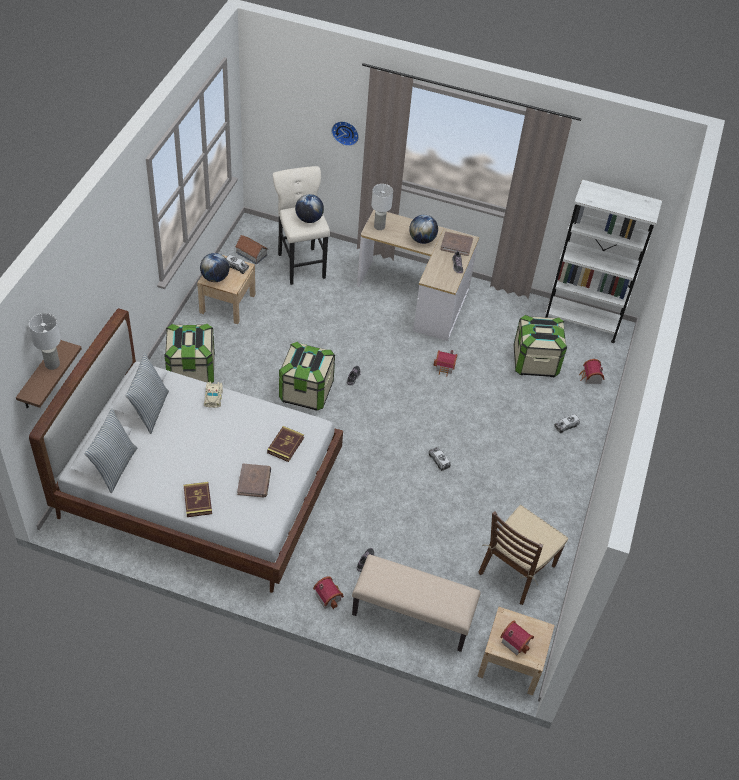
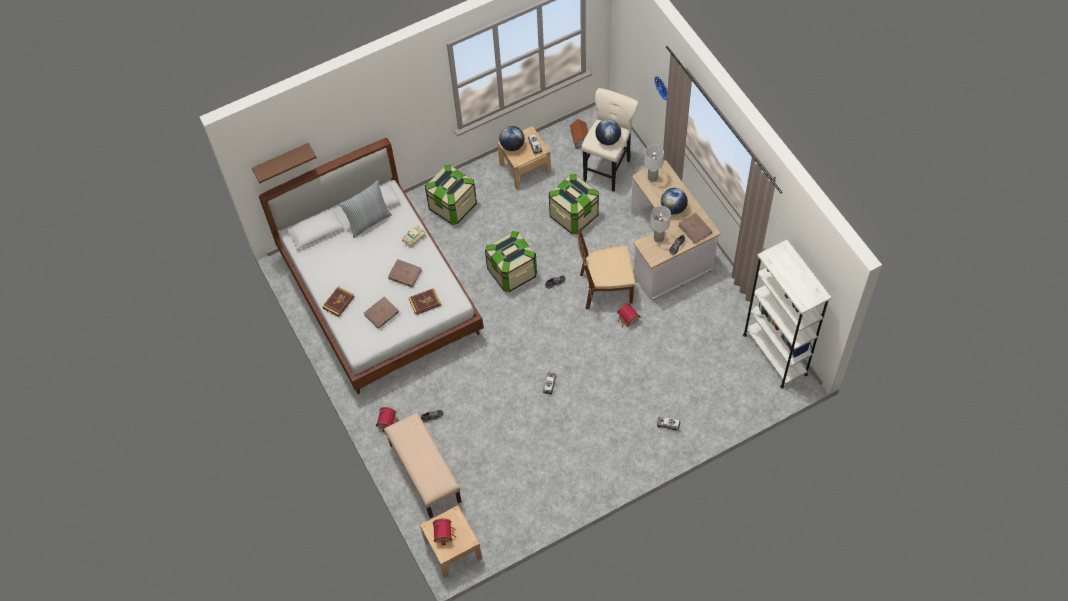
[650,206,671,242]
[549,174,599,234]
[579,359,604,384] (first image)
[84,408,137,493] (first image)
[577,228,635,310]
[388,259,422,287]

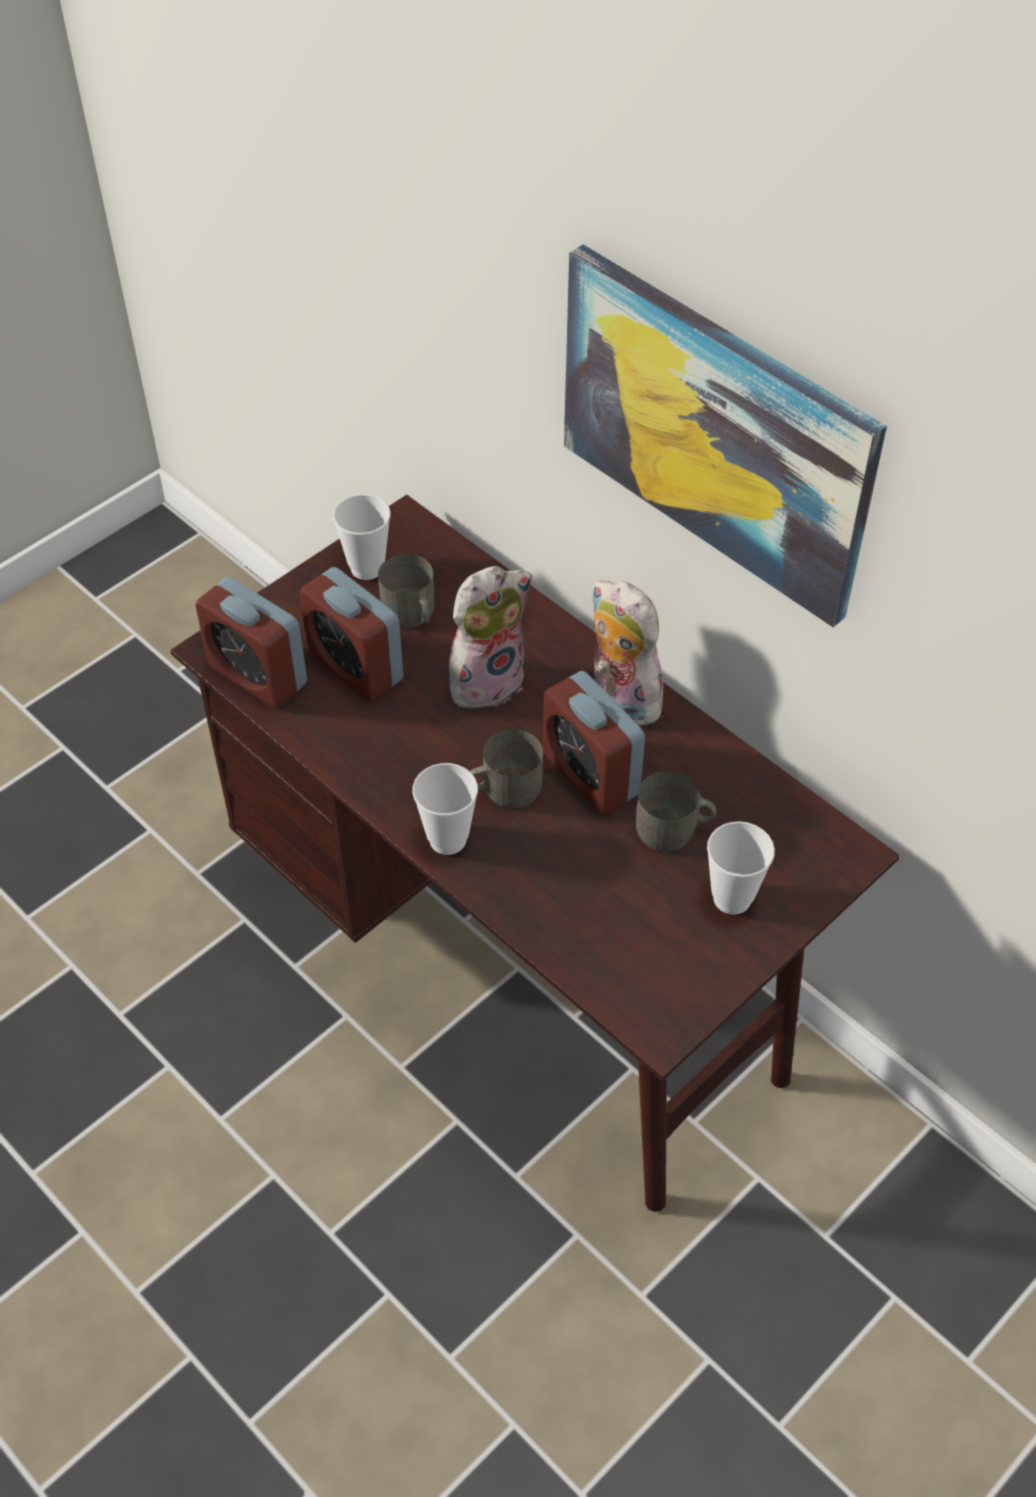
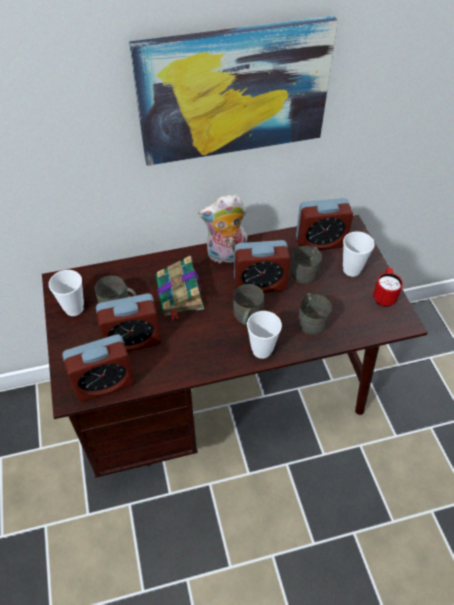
[156,255,204,321]
[296,198,353,250]
[373,268,403,307]
[298,293,332,335]

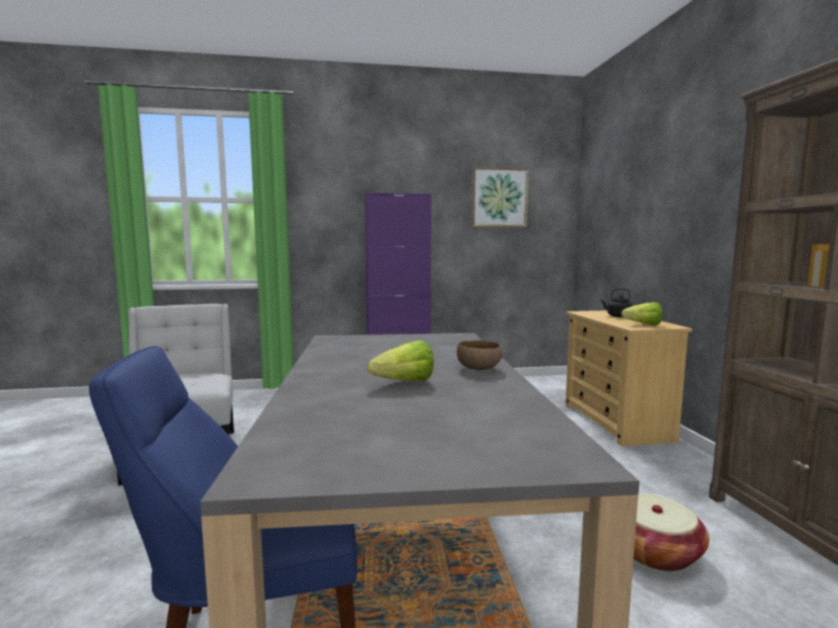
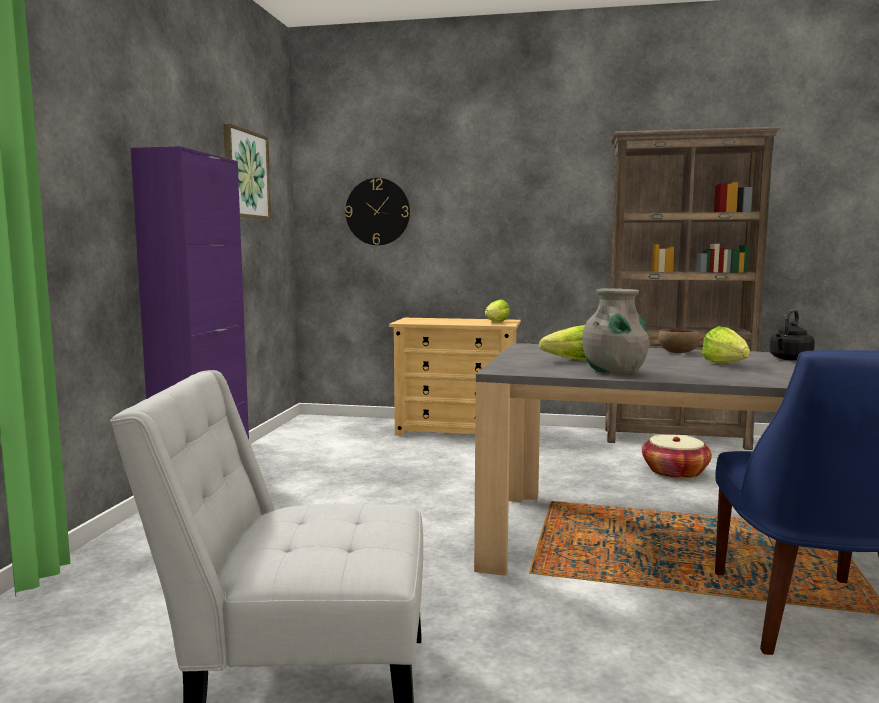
[770,310,815,361]
[345,178,410,245]
[582,288,650,374]
[539,325,587,361]

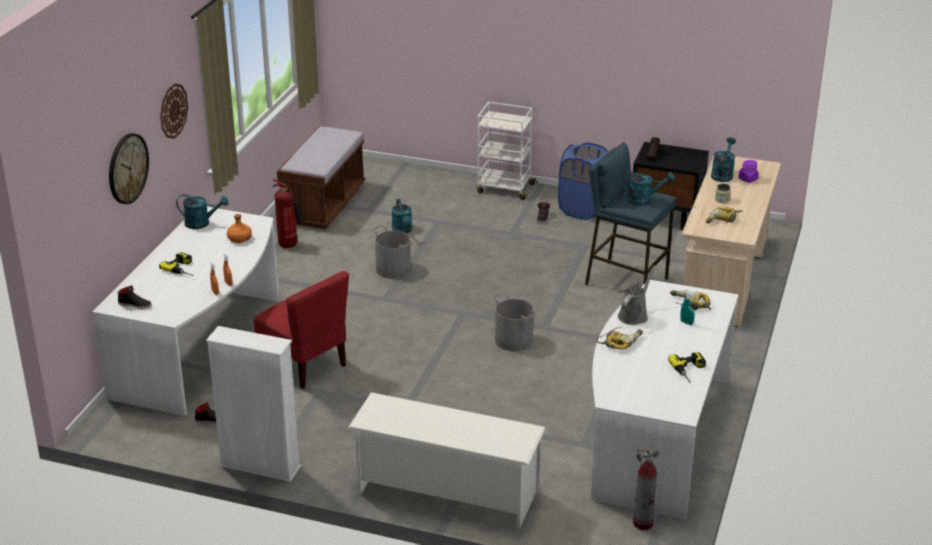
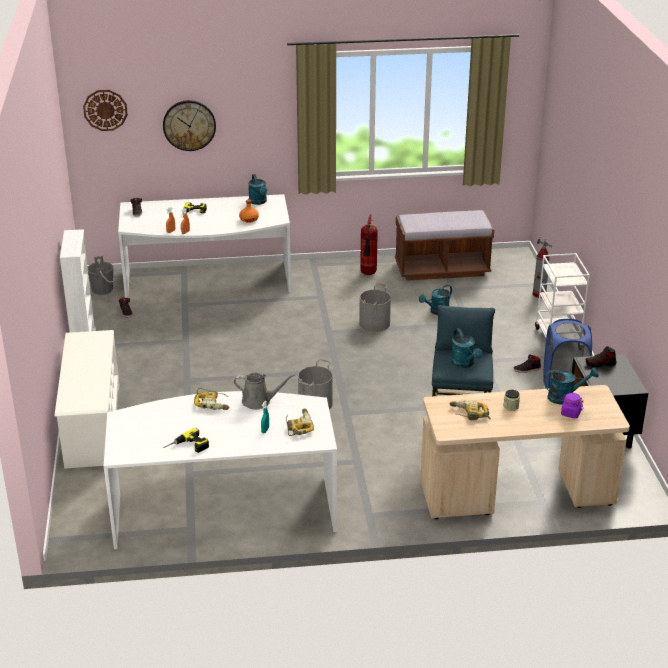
[83,90,128,131]
[254,271,349,389] (first image)
[533,237,552,298]
[88,256,115,295]

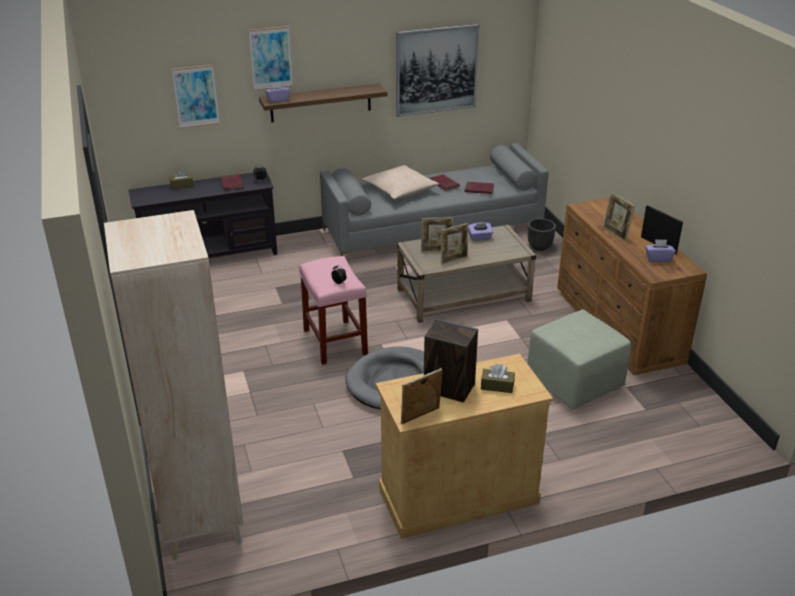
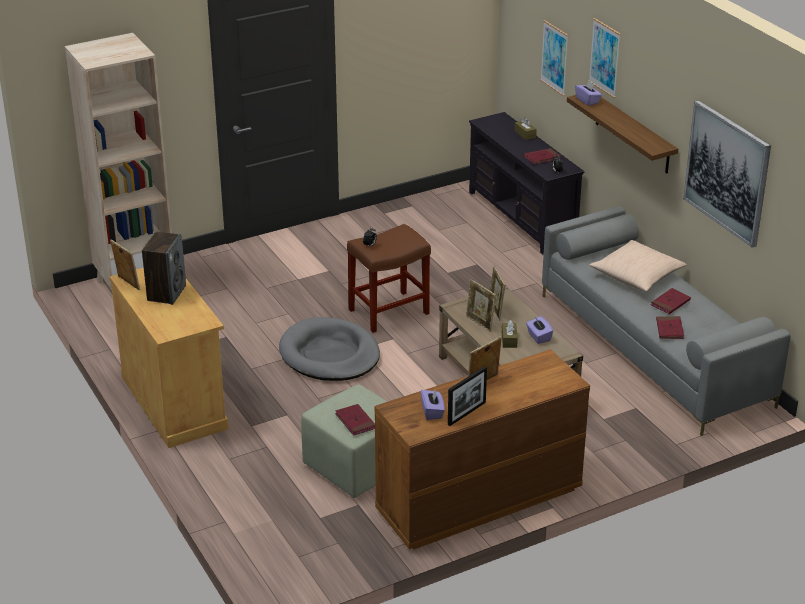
[528,219,556,251] (first image)
[347,224,431,333]
[502,320,518,348]
[335,404,375,436]

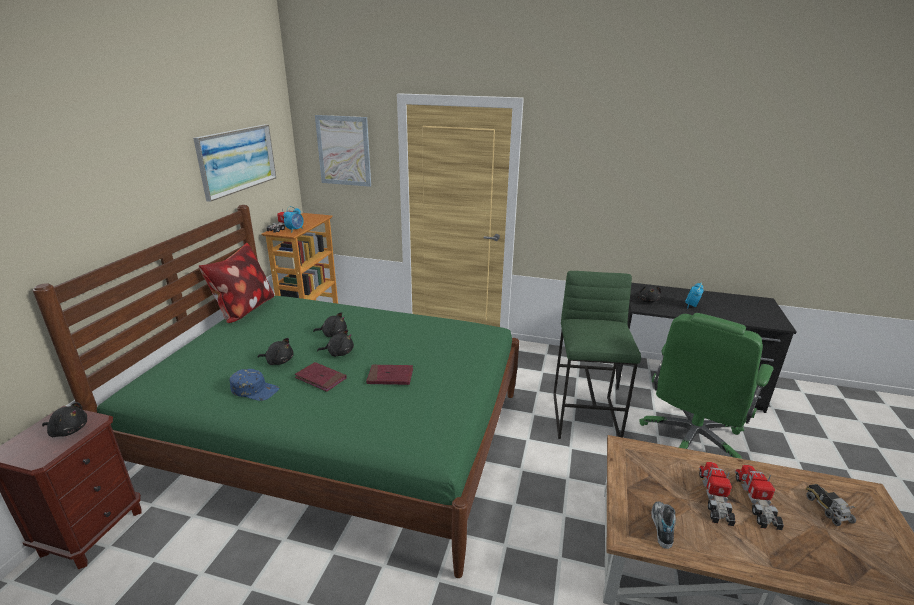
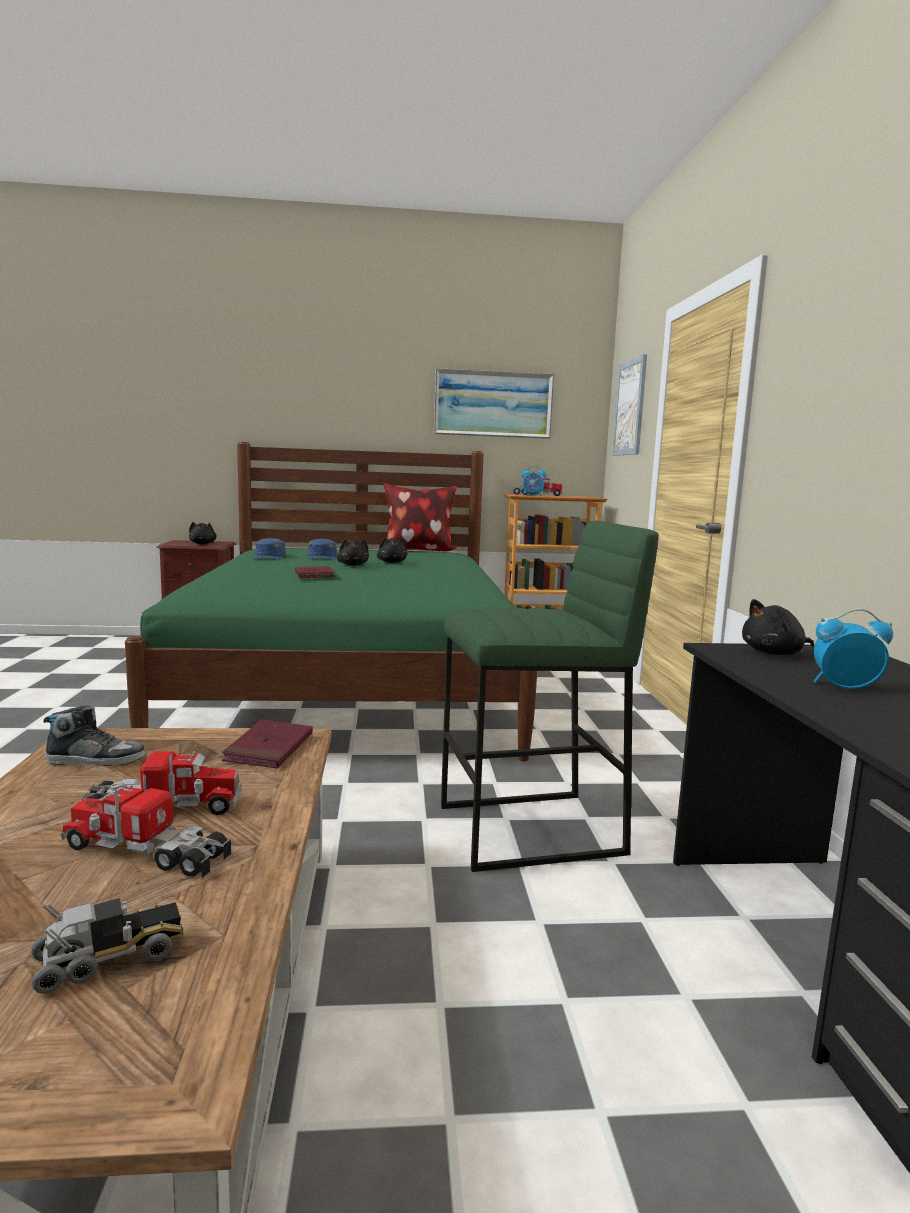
[639,313,773,459] (first image)
[308,539,337,560]
[222,719,313,769]
[61,774,231,878]

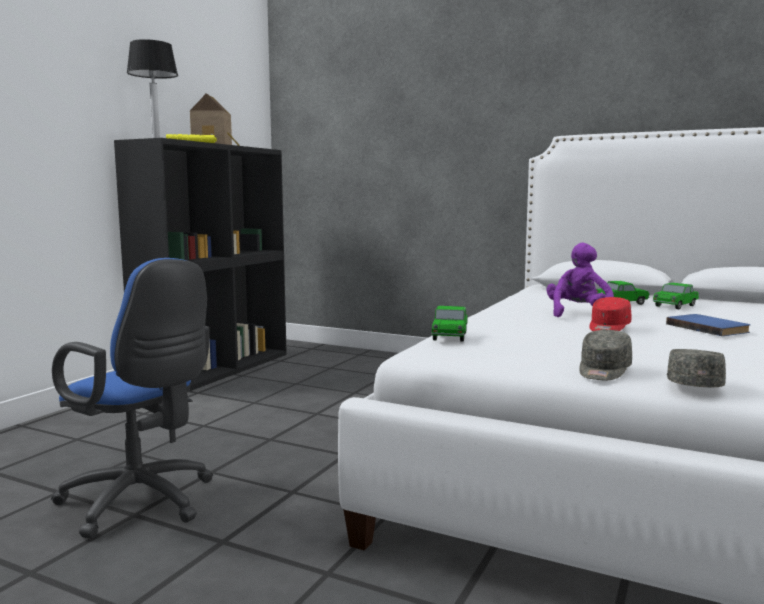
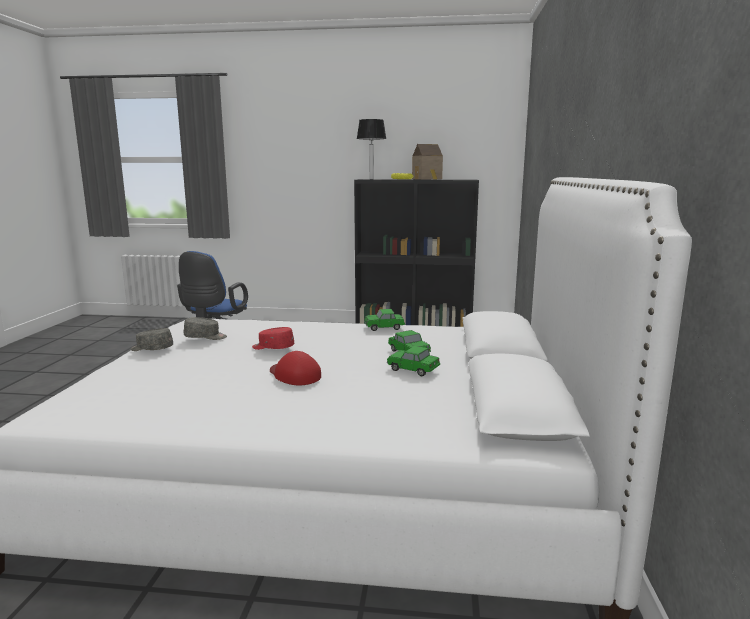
[546,243,614,317] (first image)
[364,309,405,331]
[270,351,321,385]
[184,317,227,340]

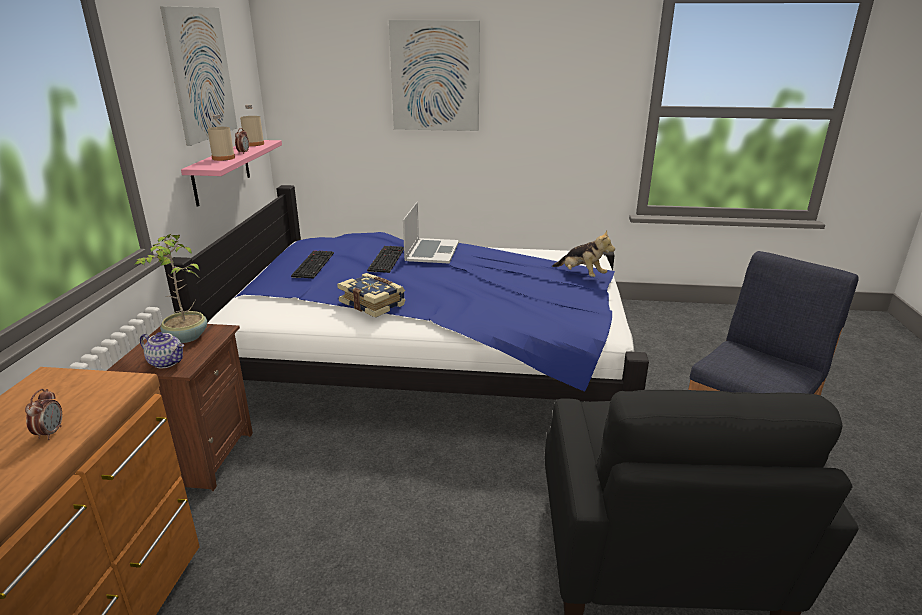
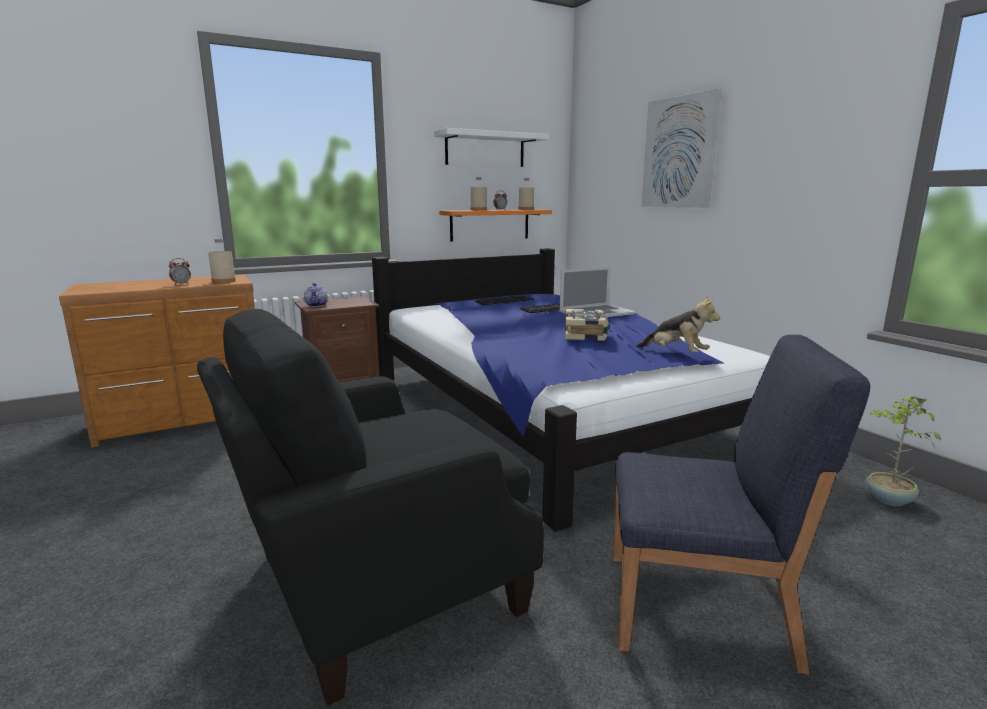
[434,128,549,167]
[439,209,552,241]
[636,296,720,353]
[865,396,941,506]
[565,309,609,341]
[208,239,236,283]

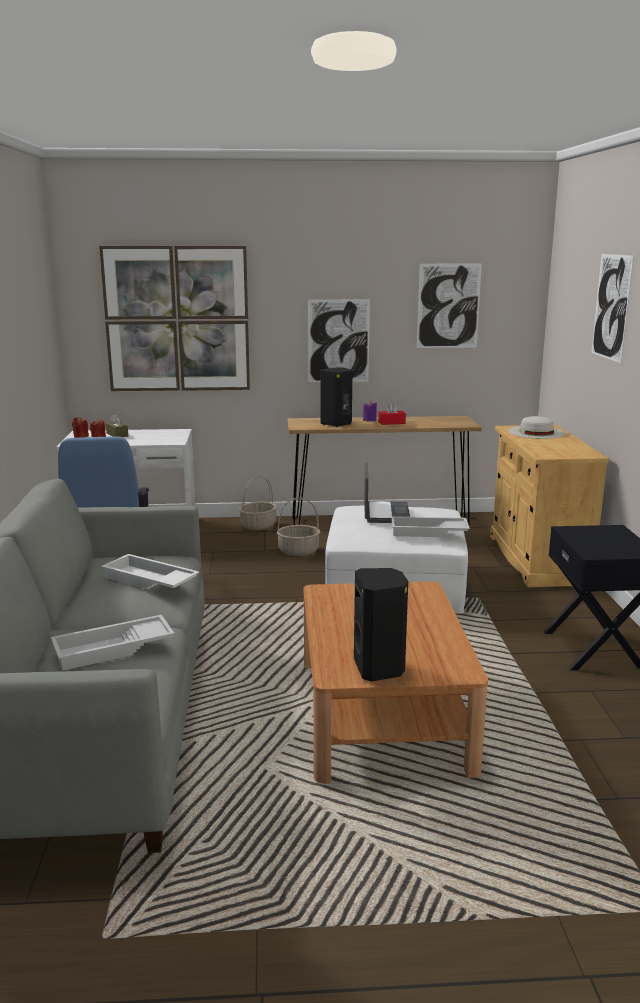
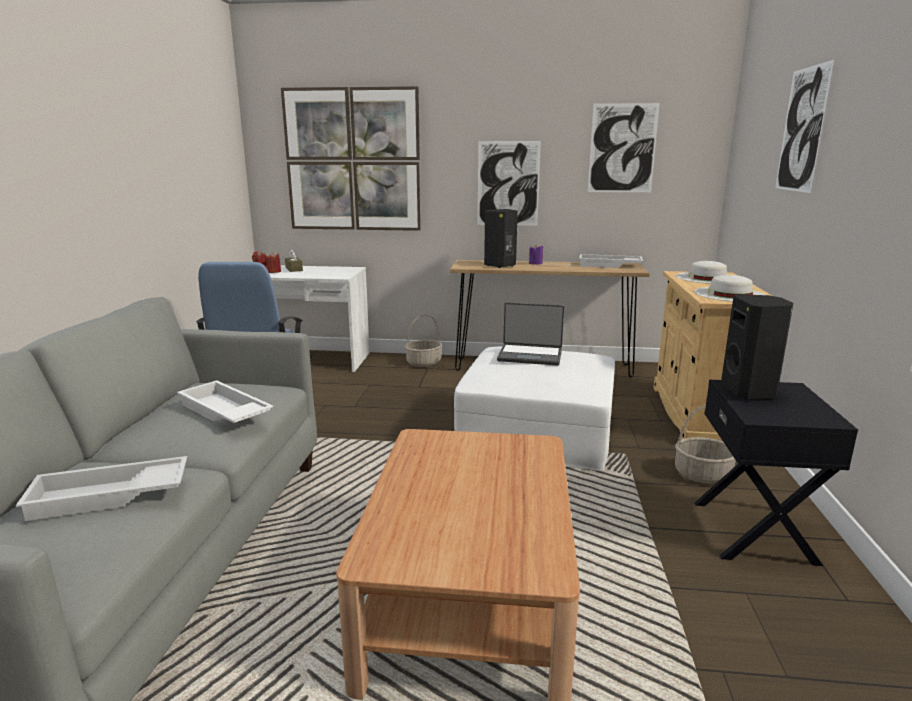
[378,402,406,425] (first image)
[497,302,564,366]
[675,405,736,484]
[579,254,643,268]
[721,294,793,399]
[694,275,766,302]

